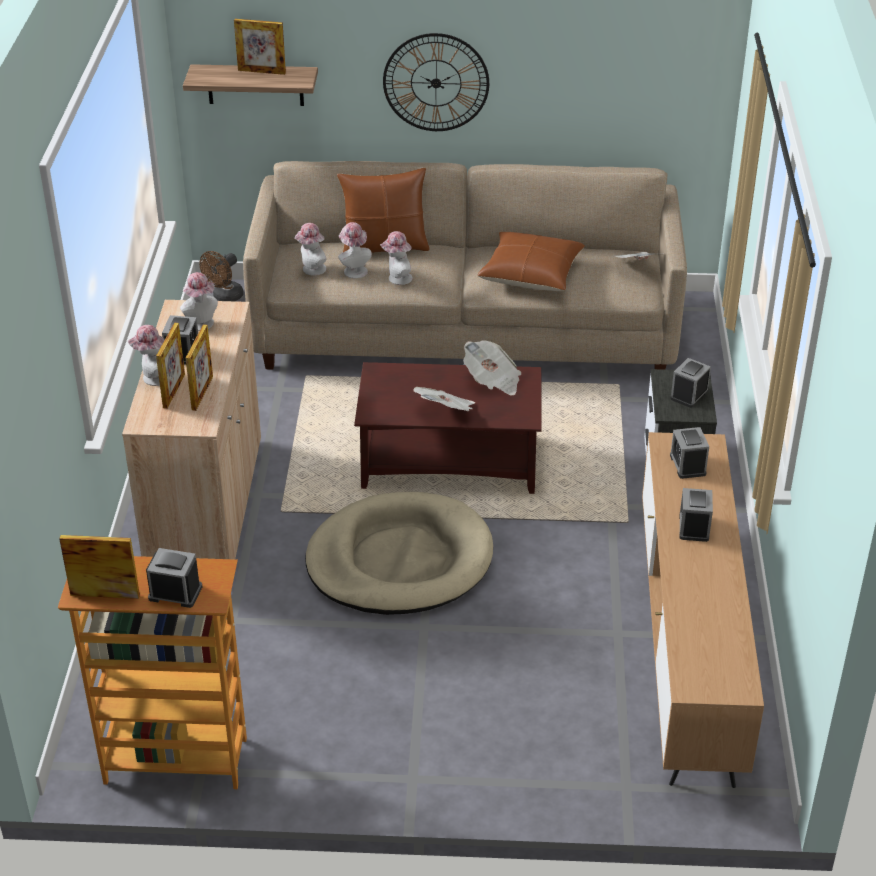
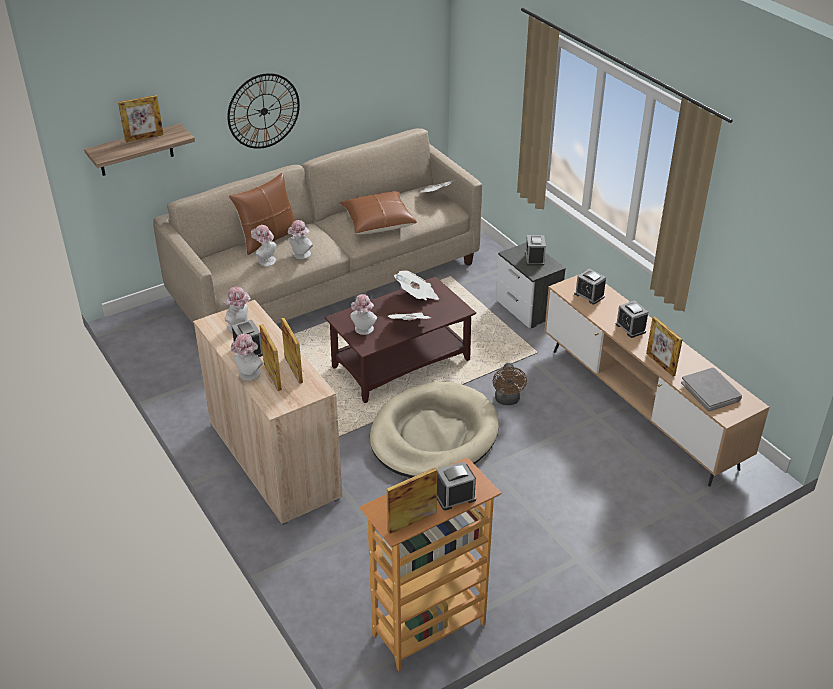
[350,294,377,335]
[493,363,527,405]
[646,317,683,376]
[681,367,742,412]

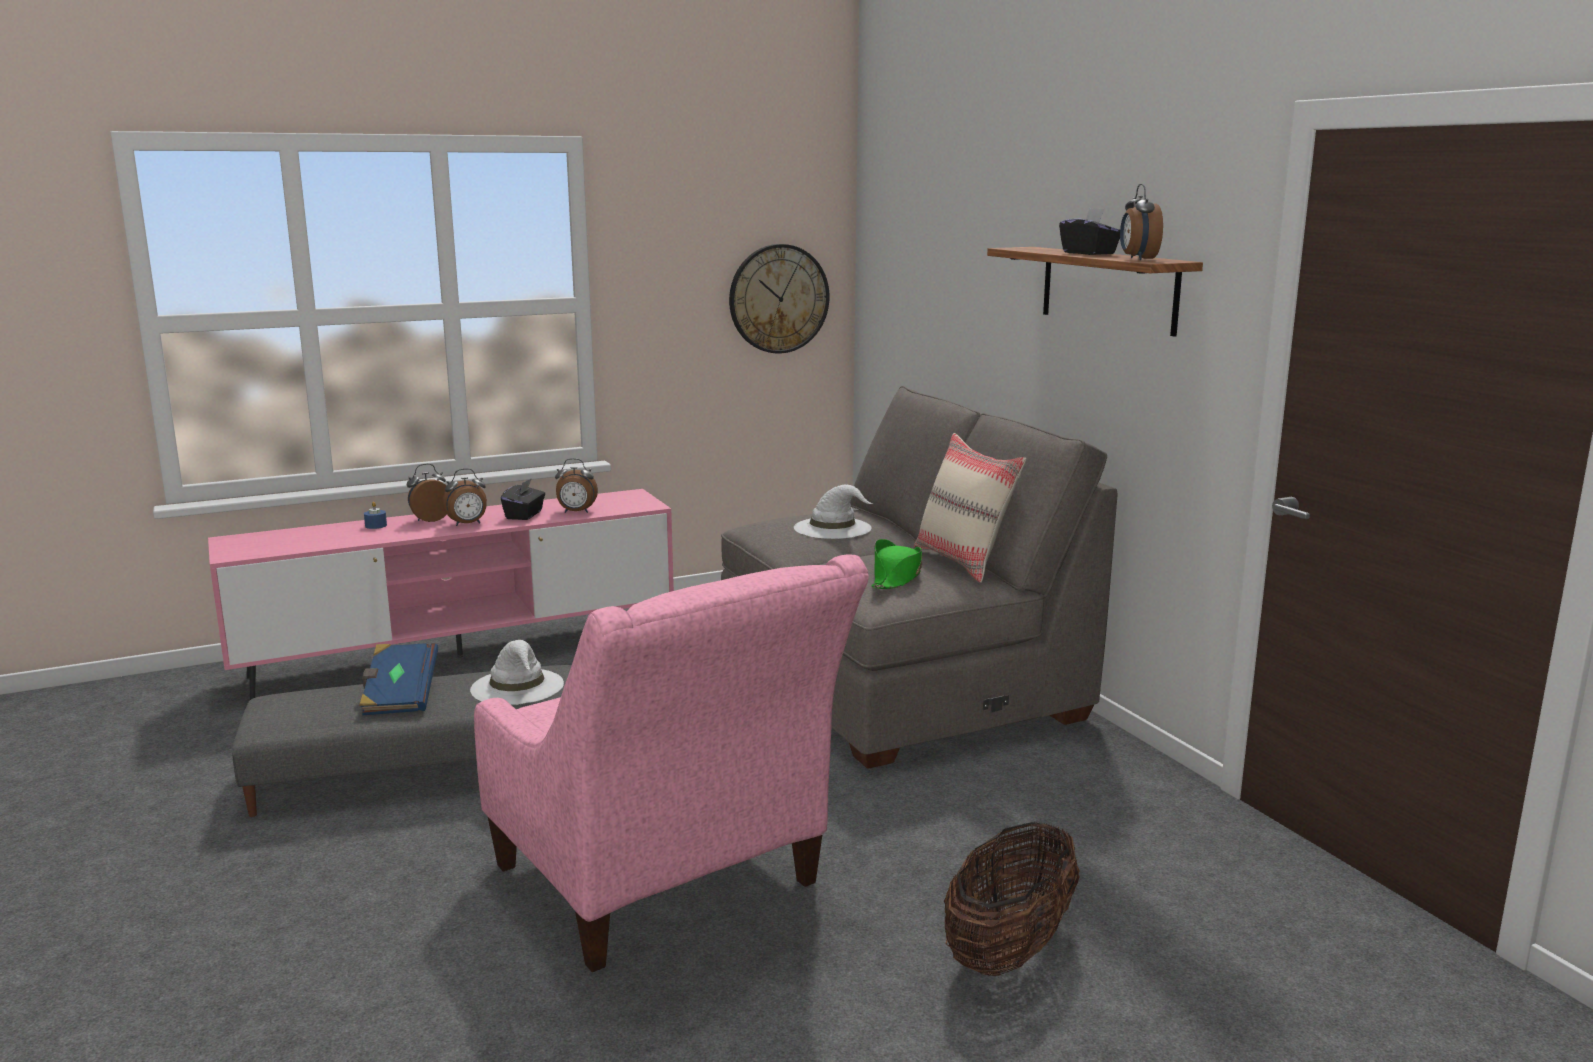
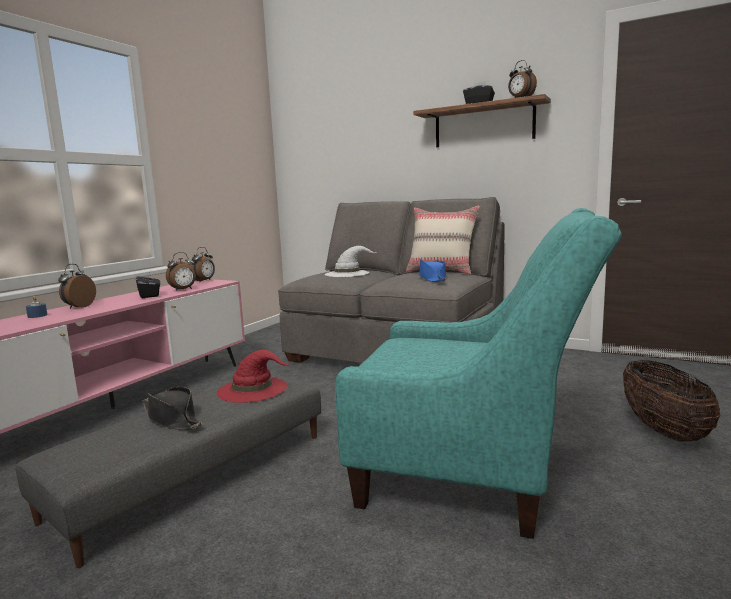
[729,244,829,353] (first image)
[190,247,215,282]
[420,259,446,282]
[335,208,622,539]
[217,350,290,403]
[142,387,202,430]

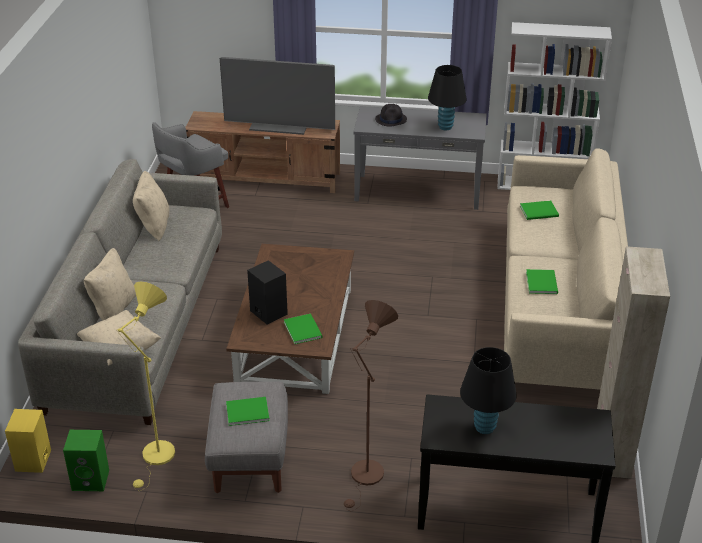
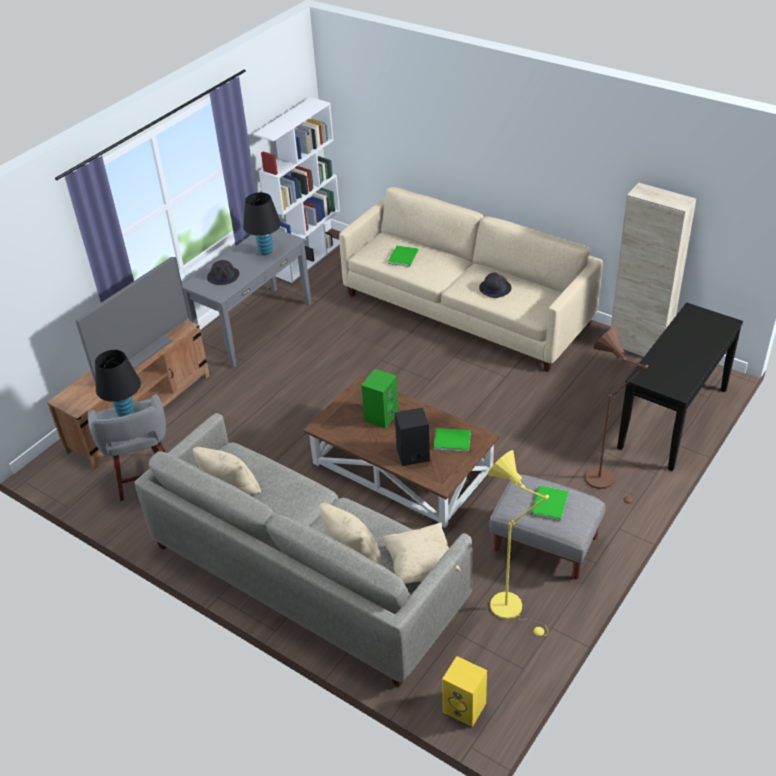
[479,273,512,298]
[95,350,141,417]
[361,369,398,429]

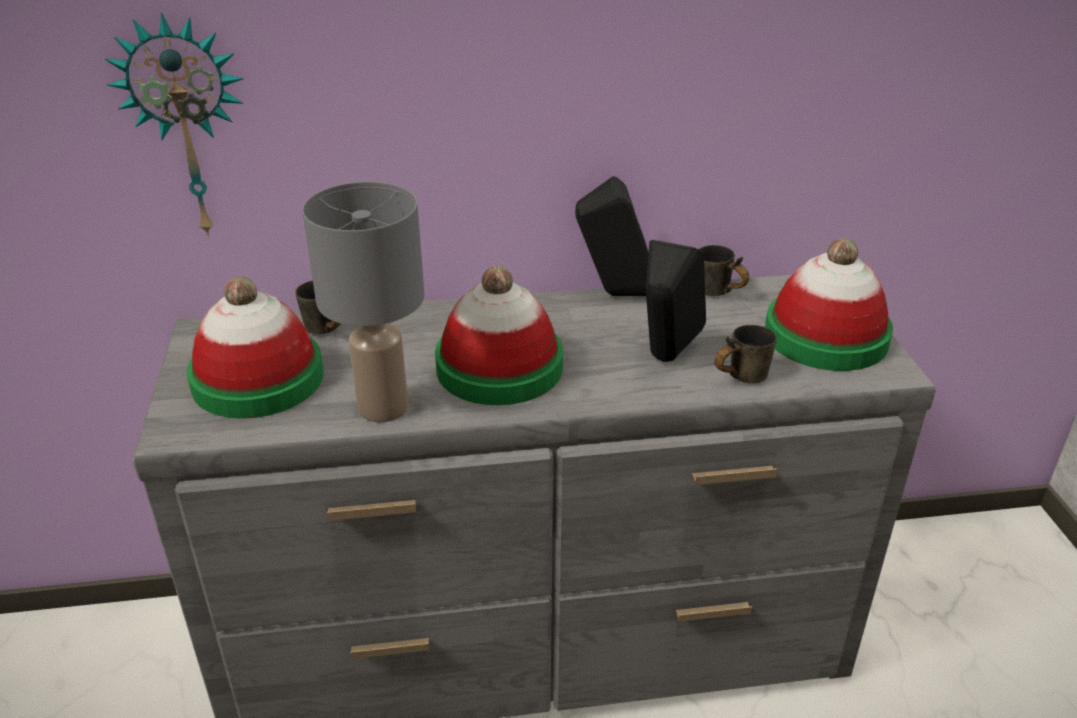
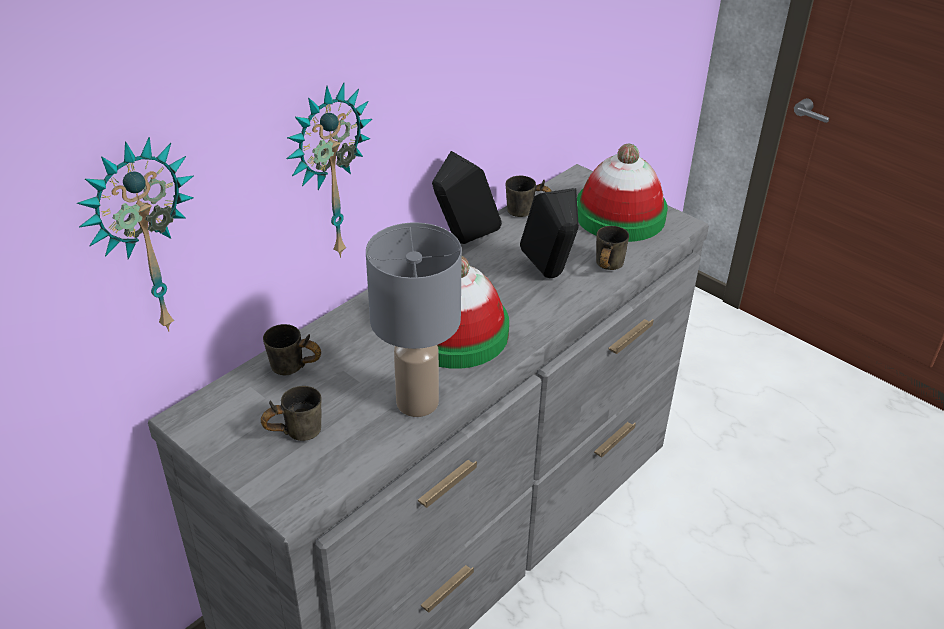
[261,386,322,441]
[287,83,372,258]

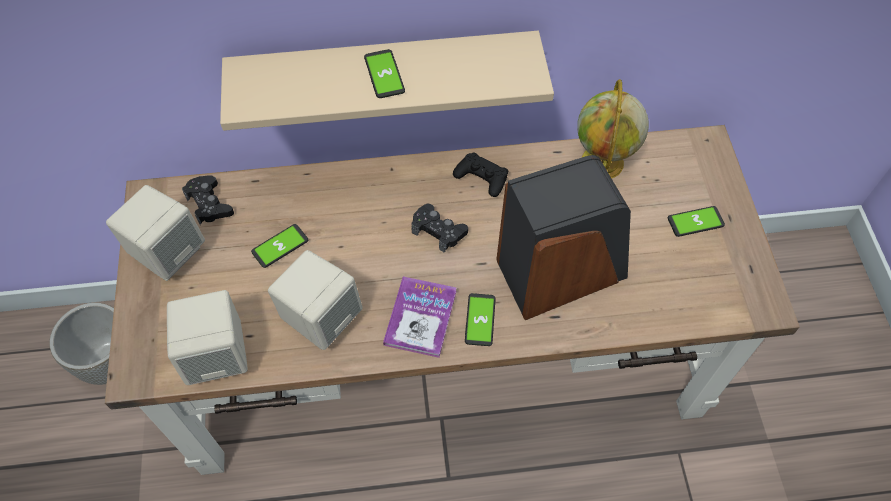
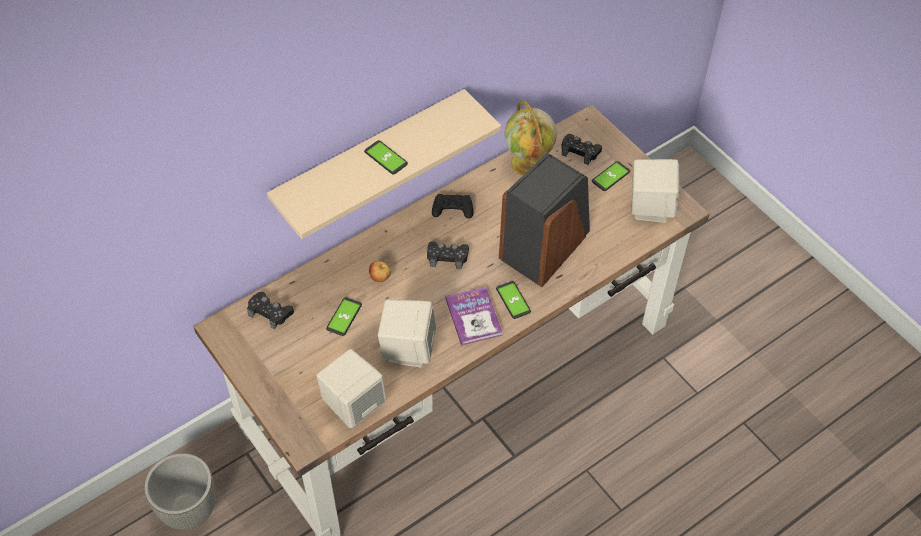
[631,159,679,223]
[561,134,602,165]
[369,261,391,282]

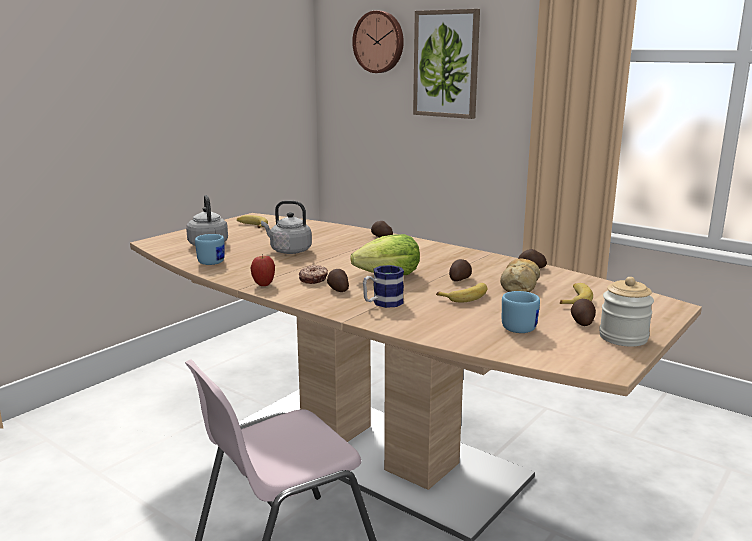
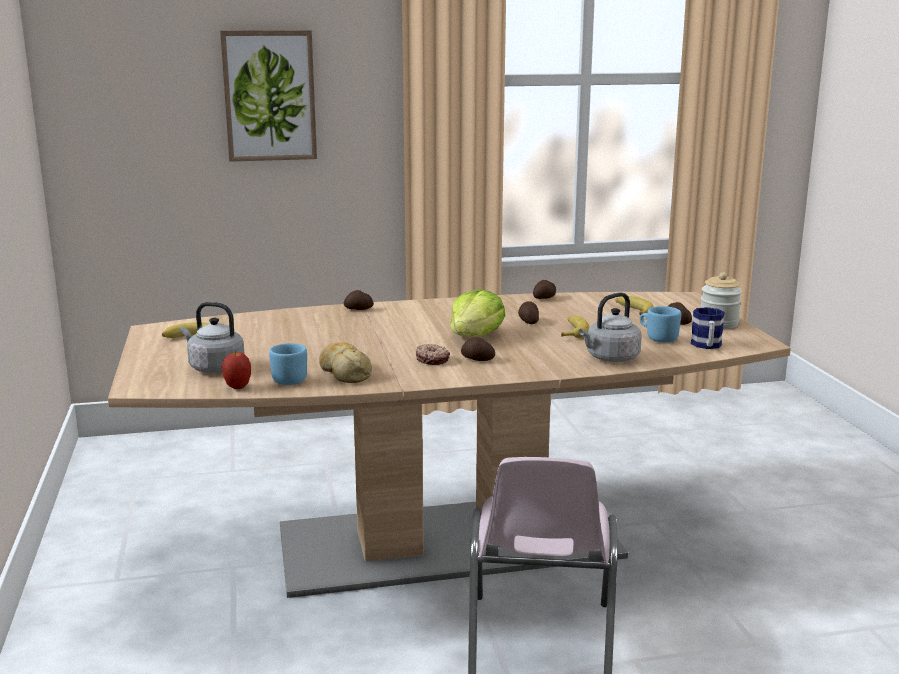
[352,11,404,73] (first image)
[579,292,642,362]
[222,351,251,389]
[319,342,372,383]
[691,307,725,349]

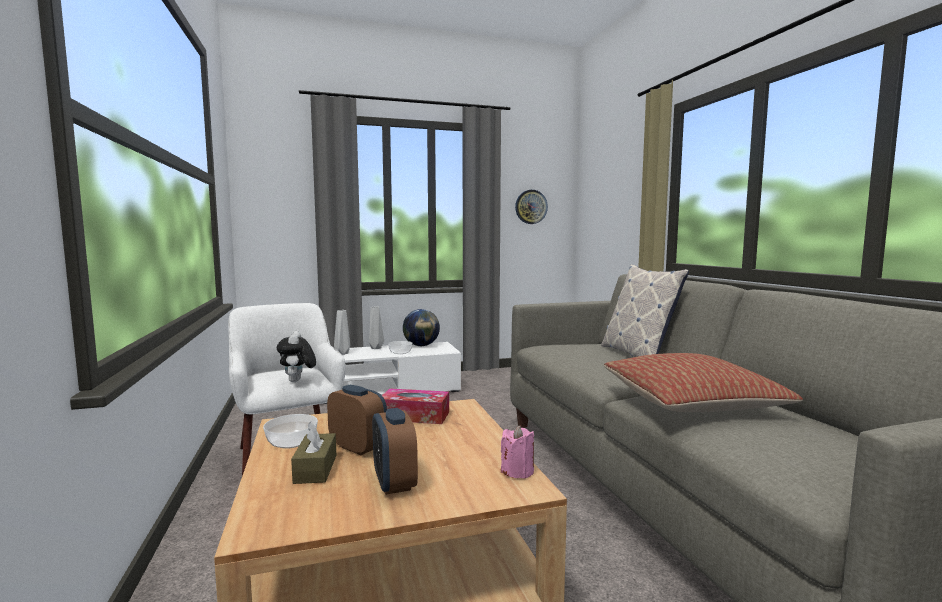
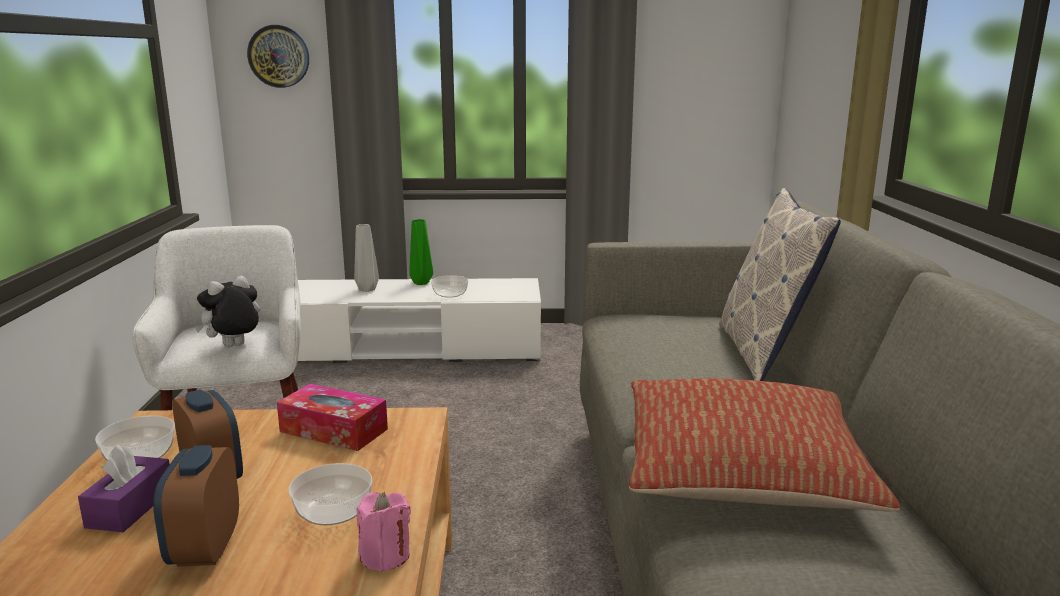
[247,25,309,88]
[409,219,433,285]
[403,309,440,346] (first image)
[195,276,260,347]
[78,445,170,532]
[289,463,373,525]

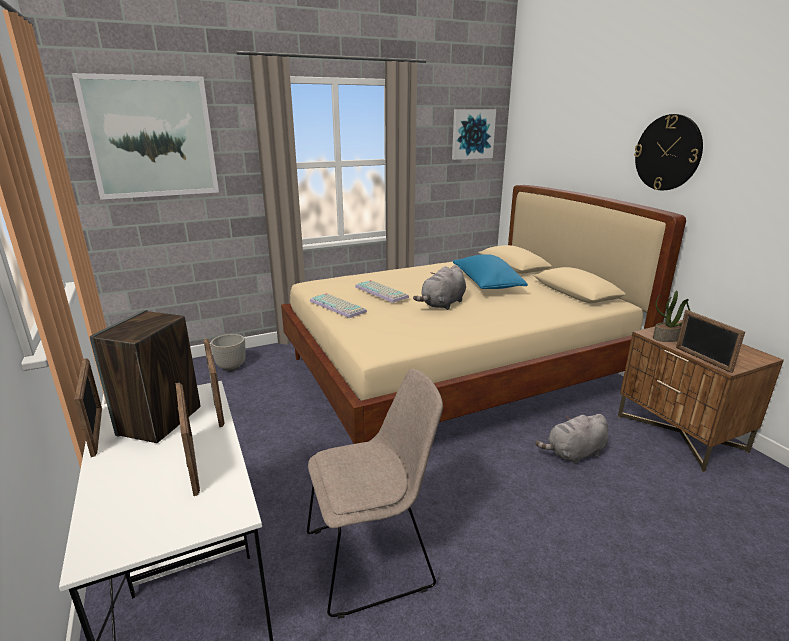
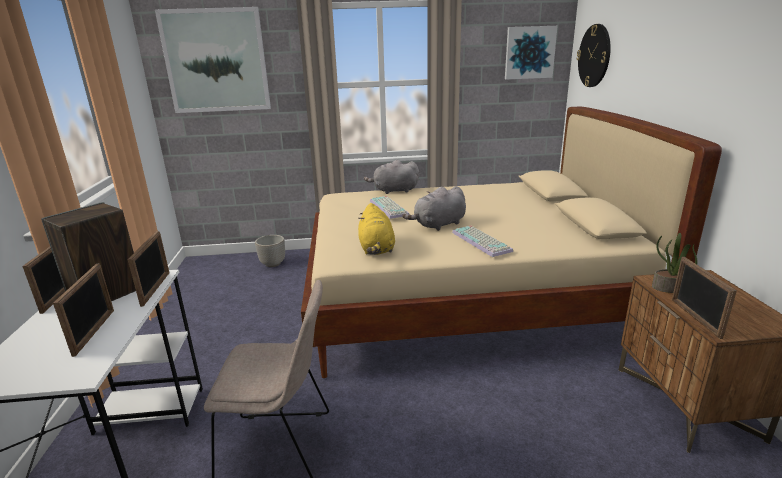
[576,24,611,87]
[453,254,528,289] (first image)
[452,226,513,257]
[364,160,419,194]
[358,203,395,255]

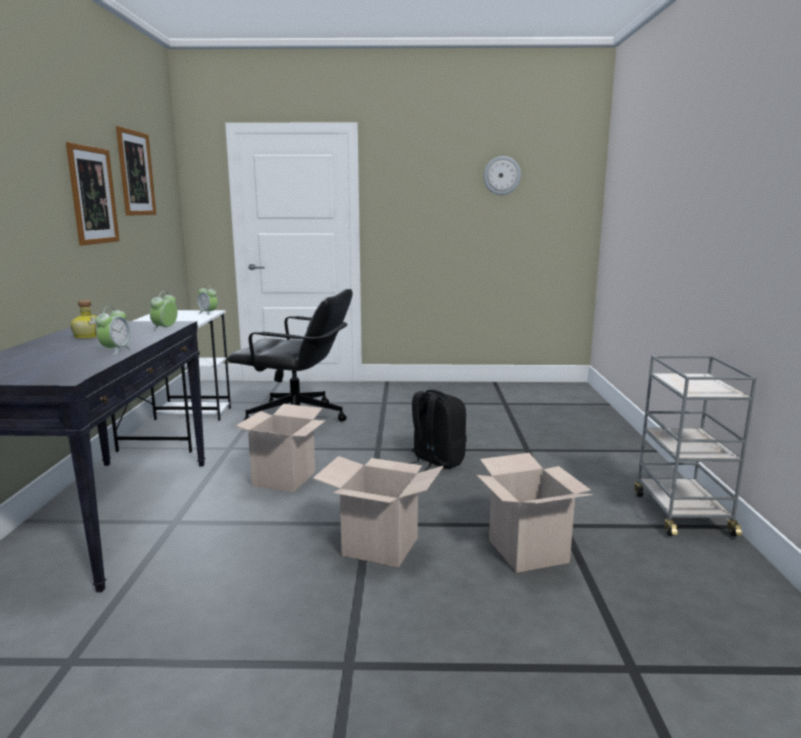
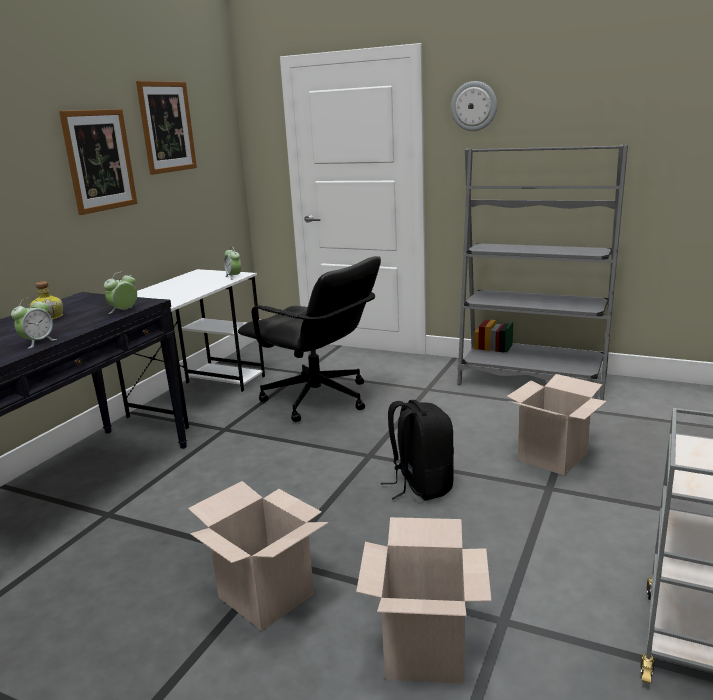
[451,81,497,131]
[507,374,607,475]
[457,145,628,400]

